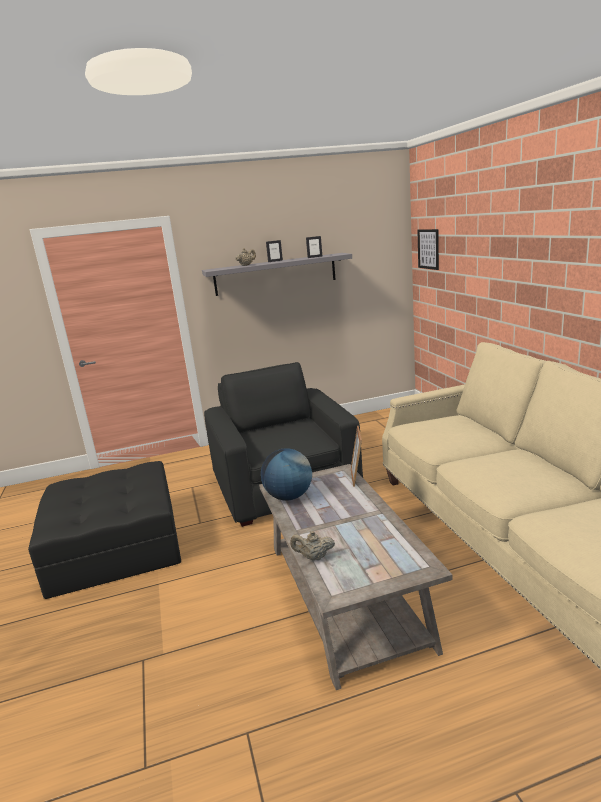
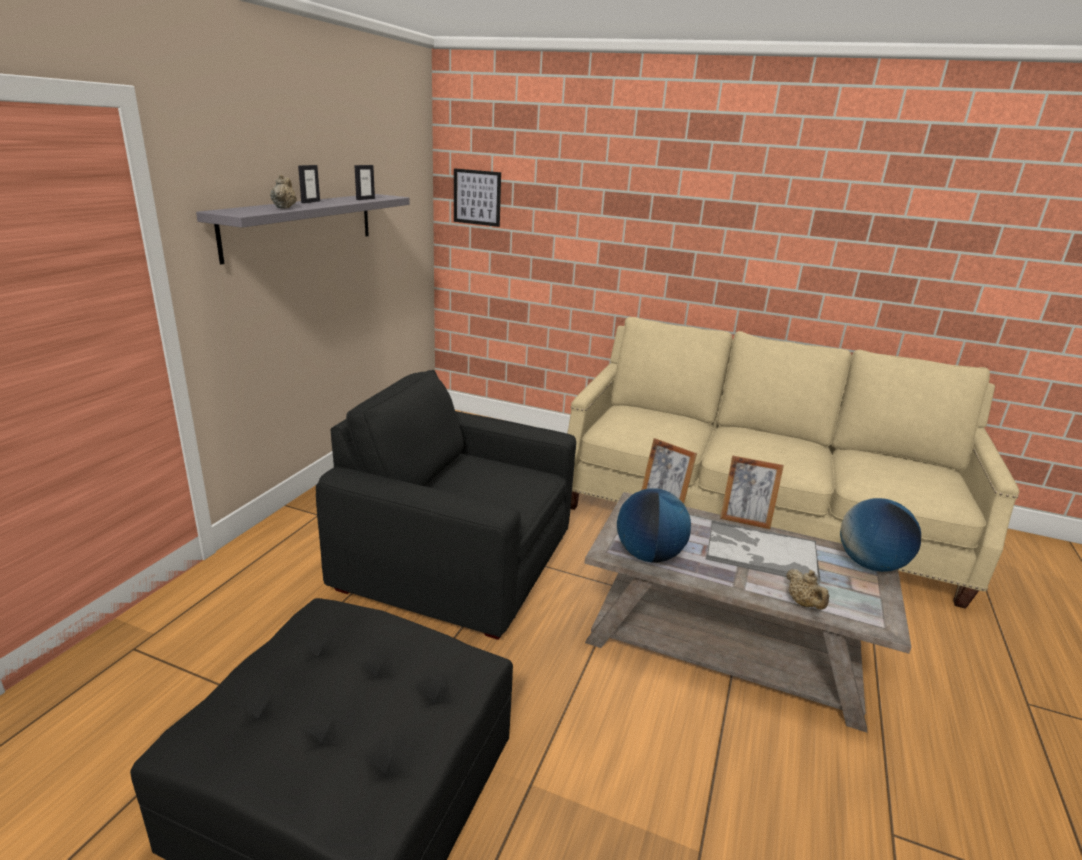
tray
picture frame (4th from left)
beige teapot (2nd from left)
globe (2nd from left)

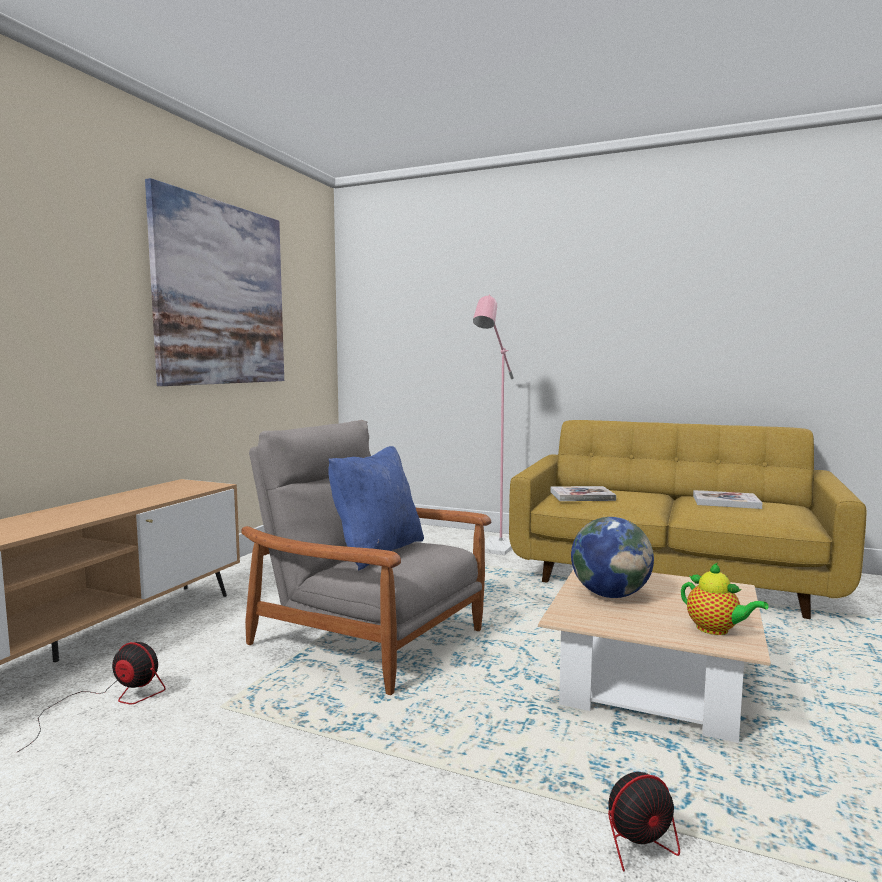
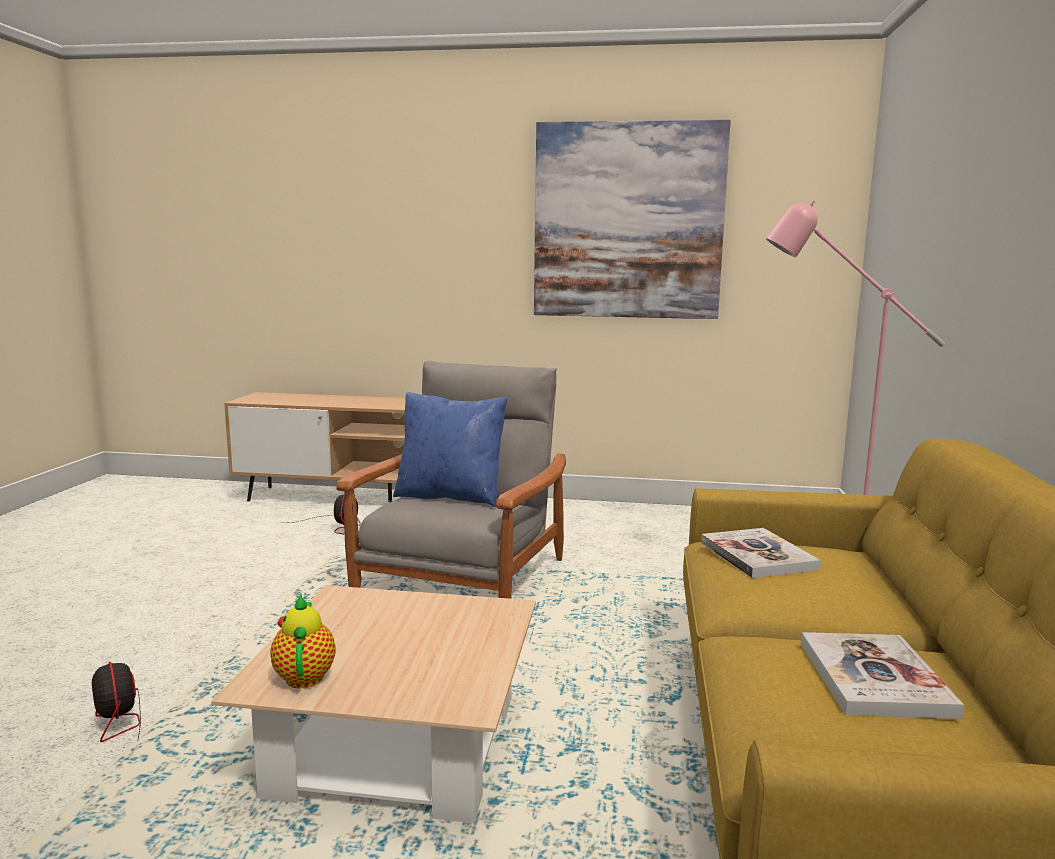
teapot
globe

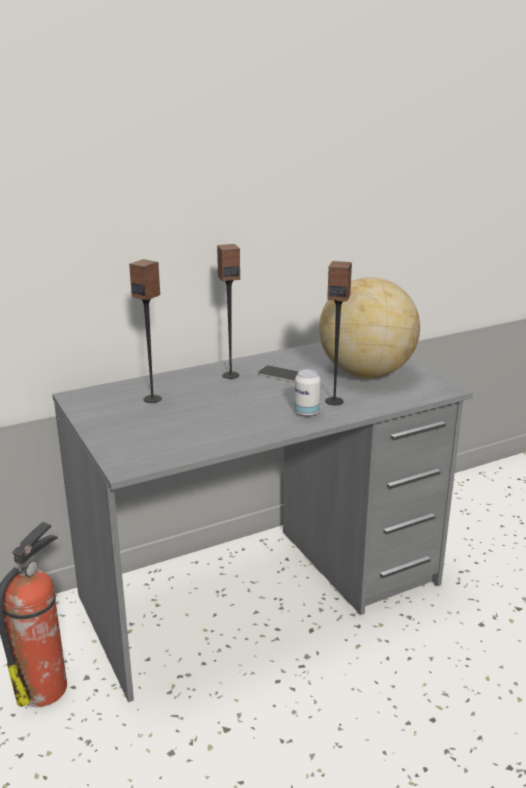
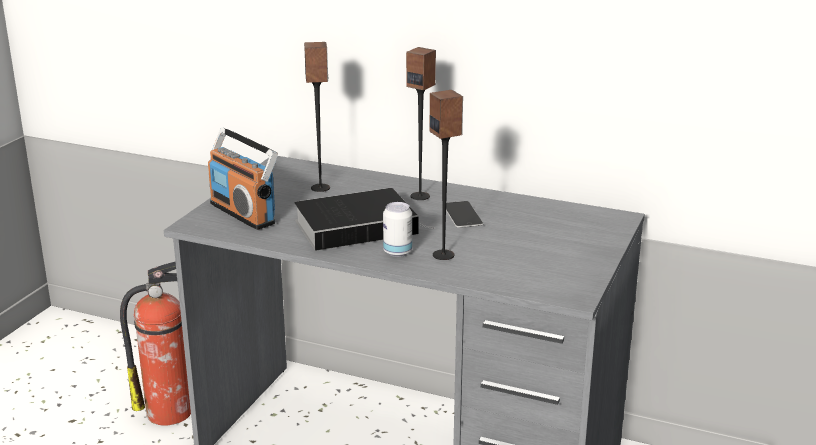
radio
book
globe

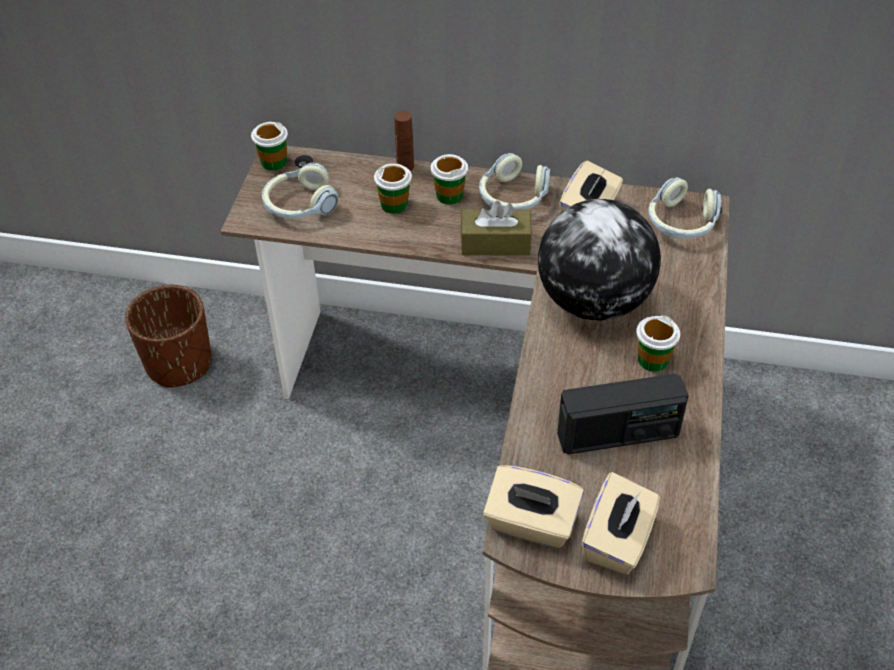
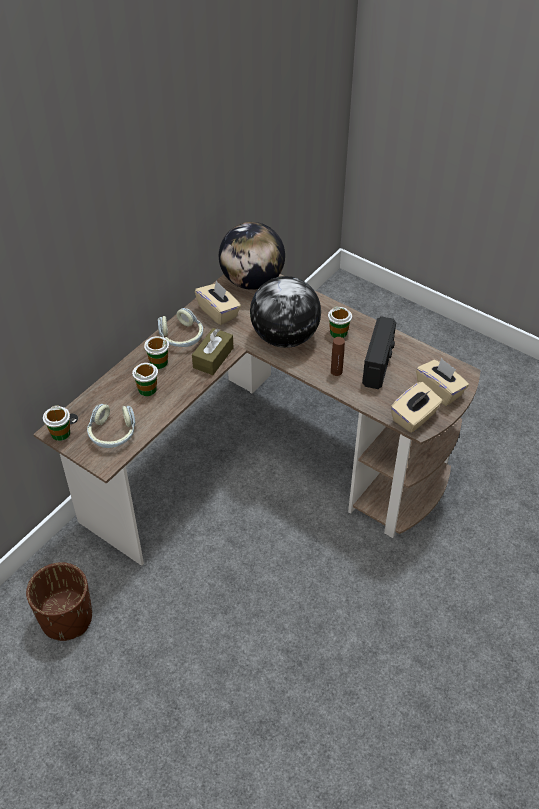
globe (1st from left)
brown bottle

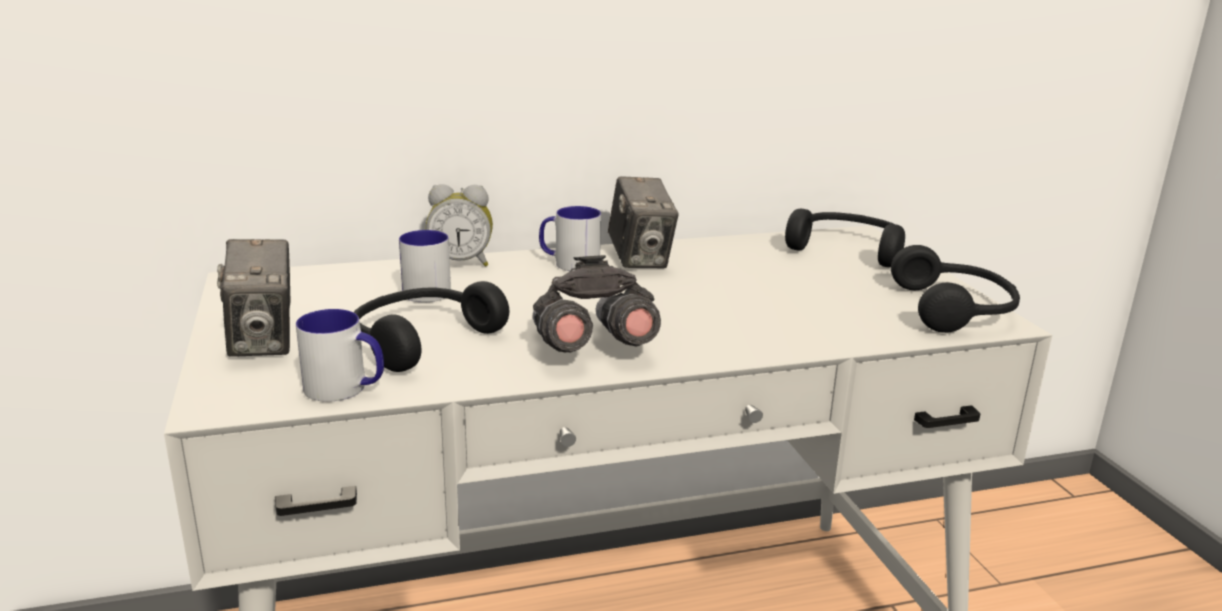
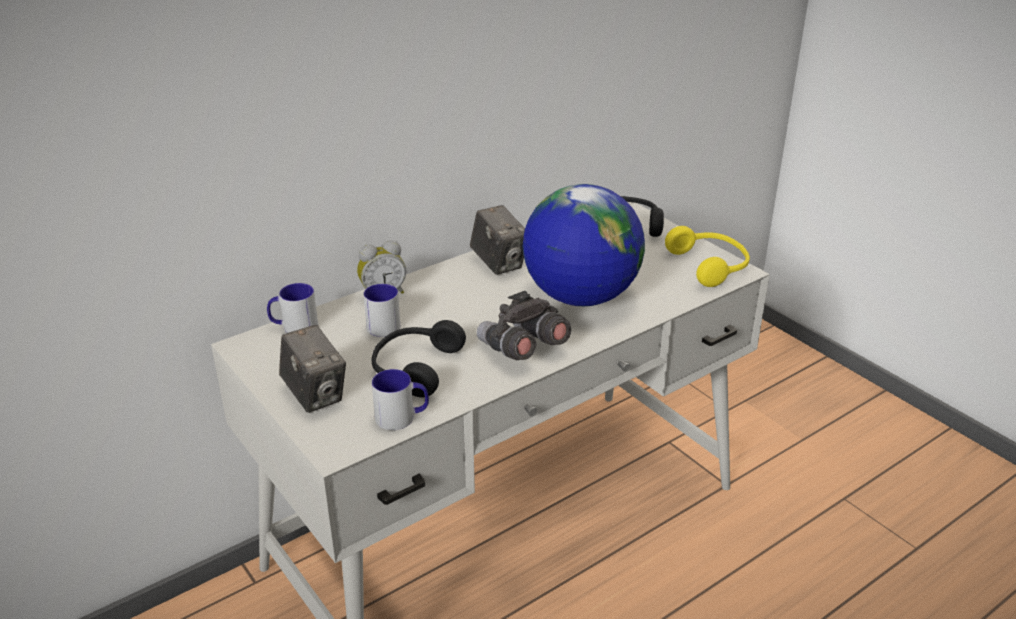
mug (1st from left)
globe
yellow headphones

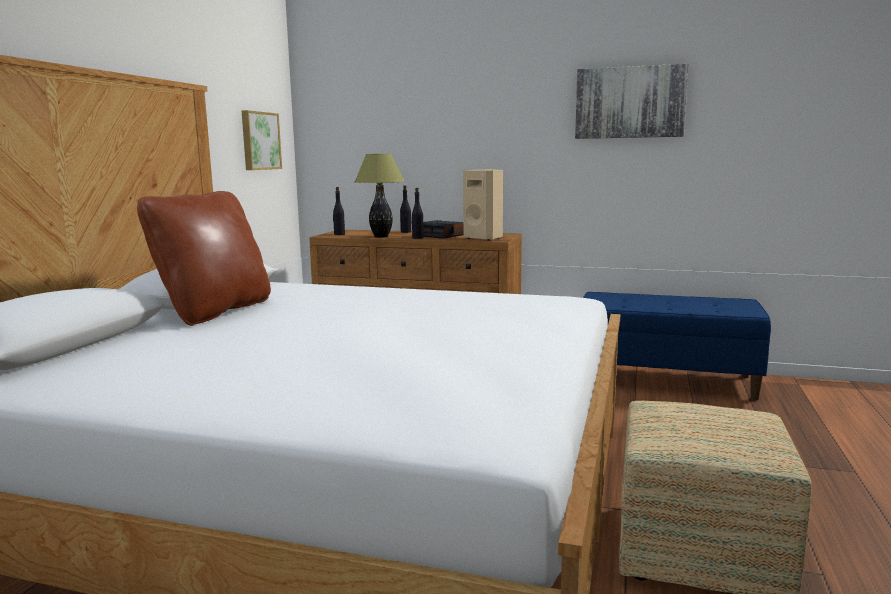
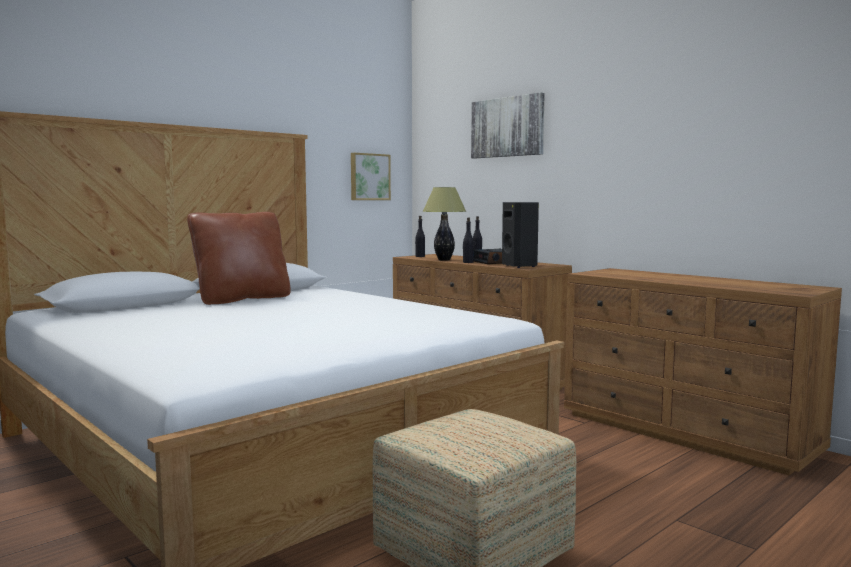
picture (2nd from left)
black speaker
brown dresser (2nd from left)

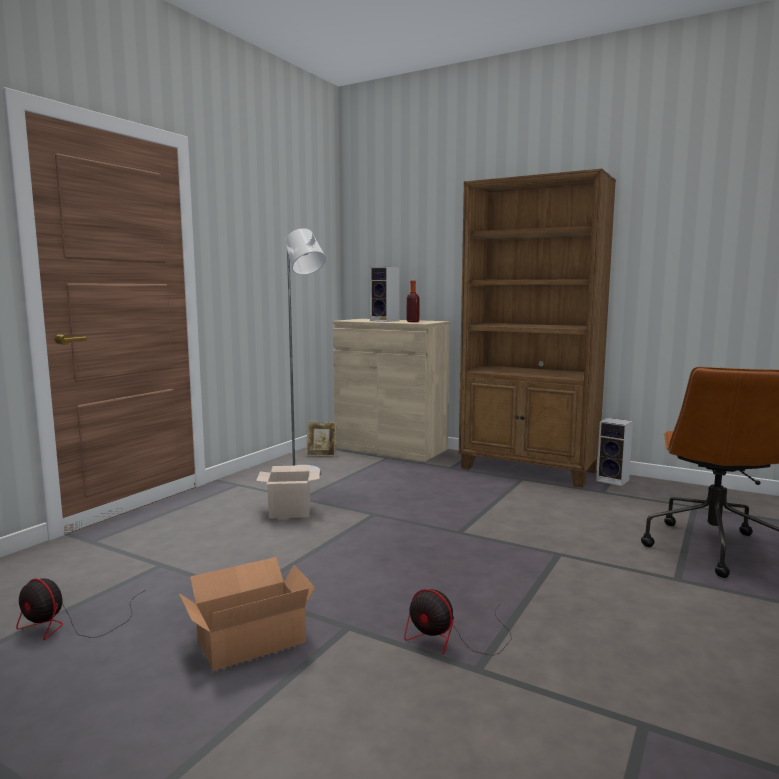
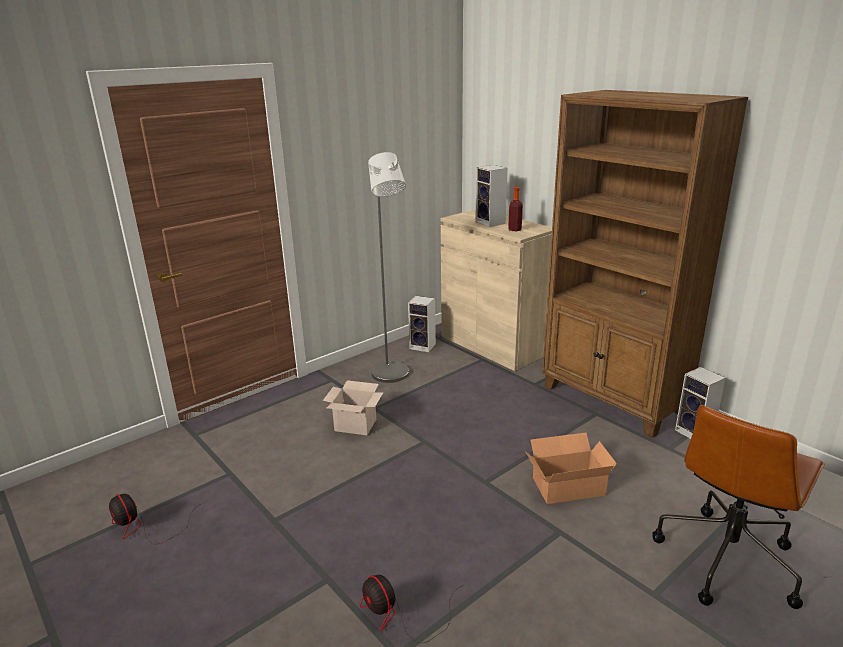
speaker (1st from left)
cardboard box (2nd from left)

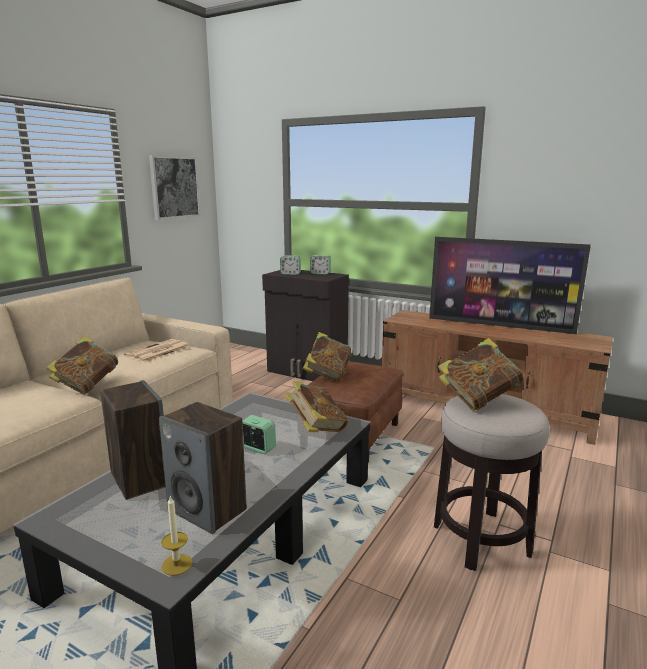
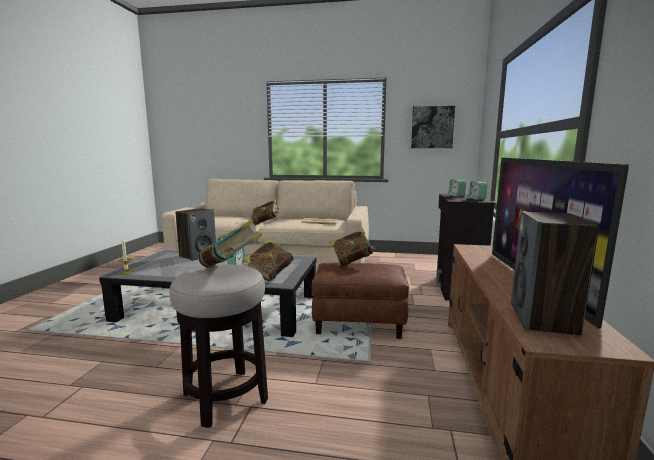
speaker (2nd from left)

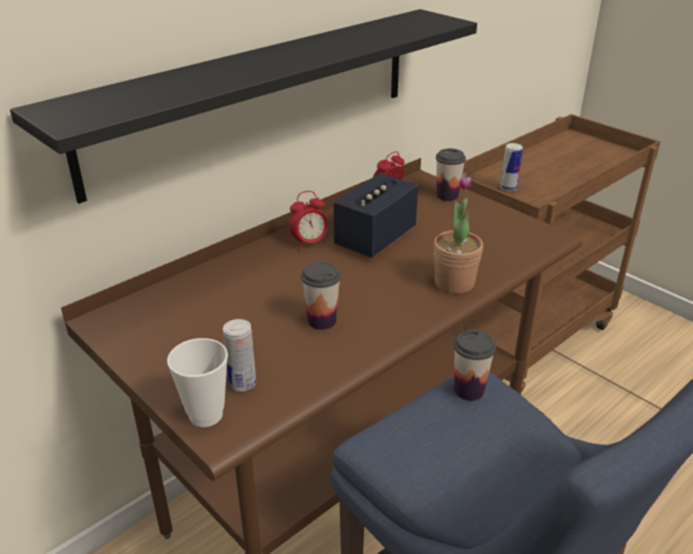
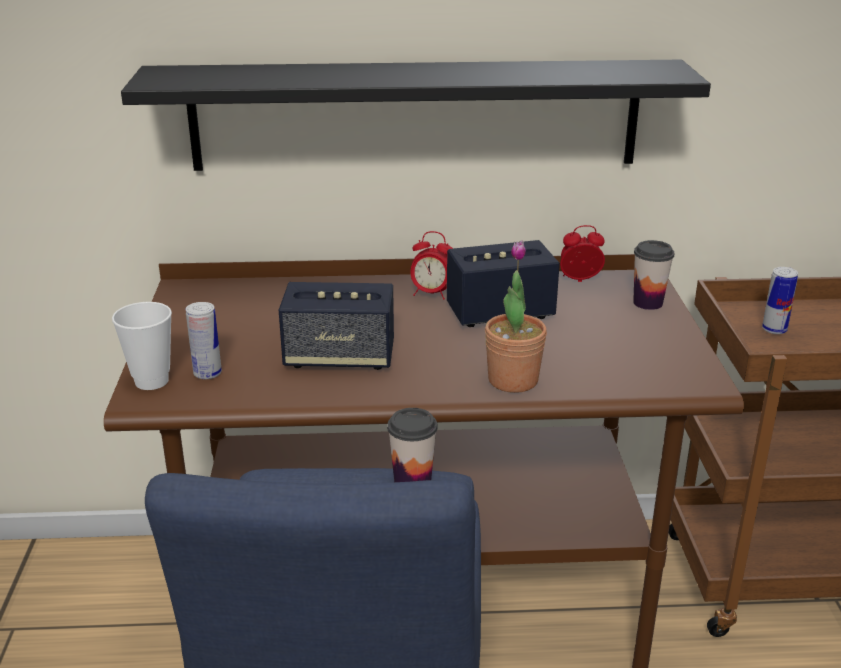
speaker (1st from left)

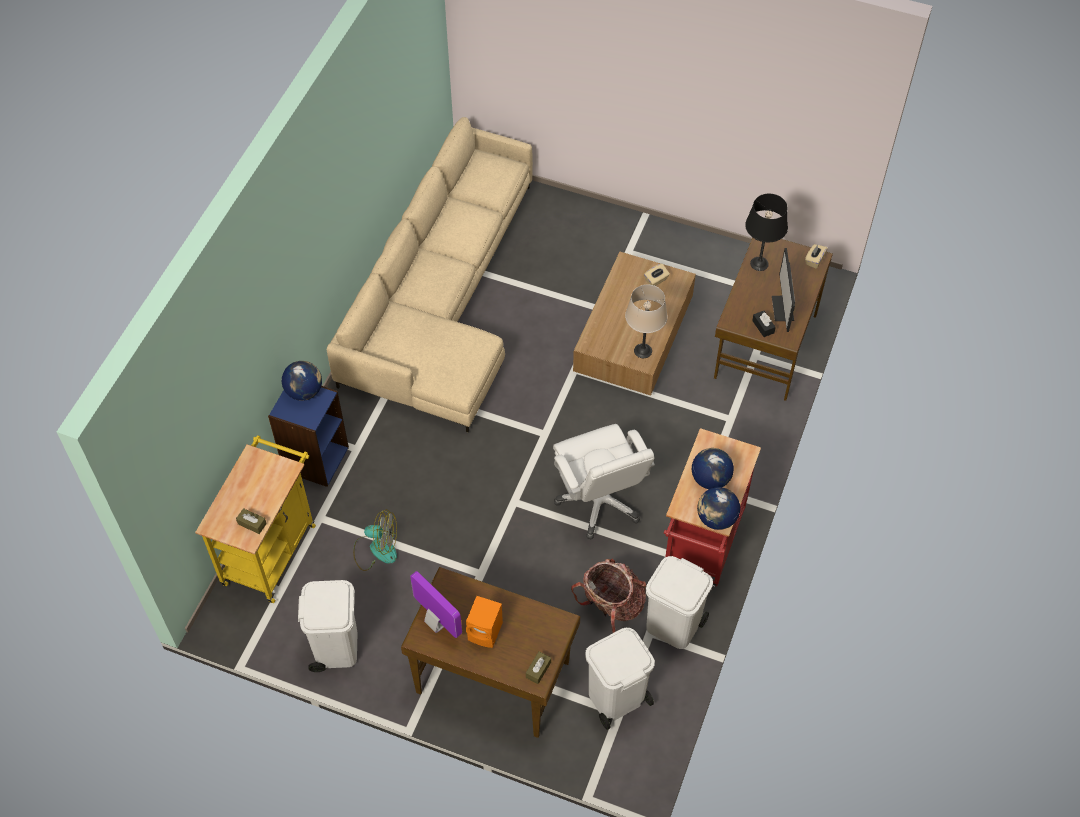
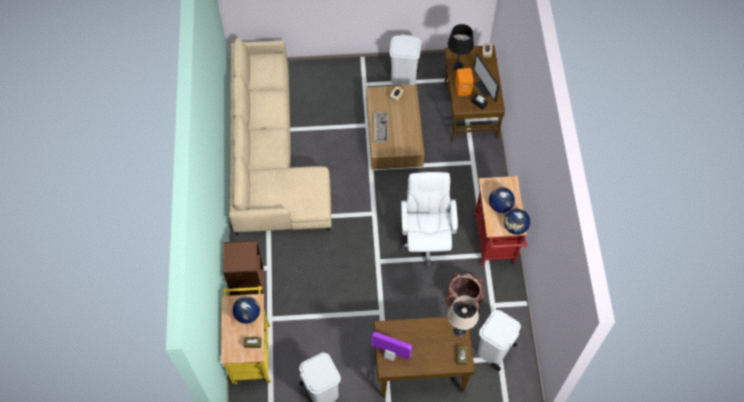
brown bookcase
globe (1st from left)
keyboard
white trash can (2nd from left)
white office chair
beige table lamp
orange speaker
fan

